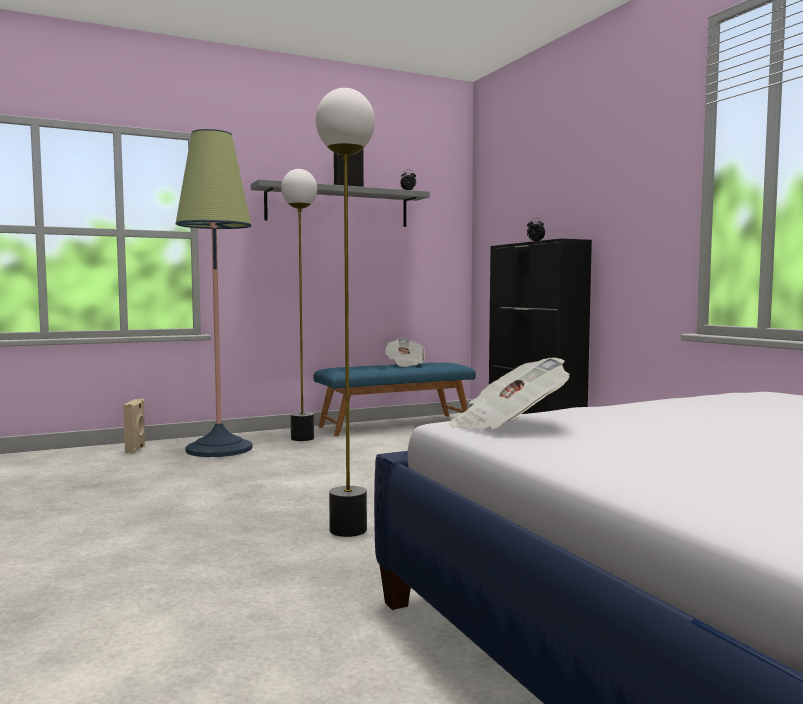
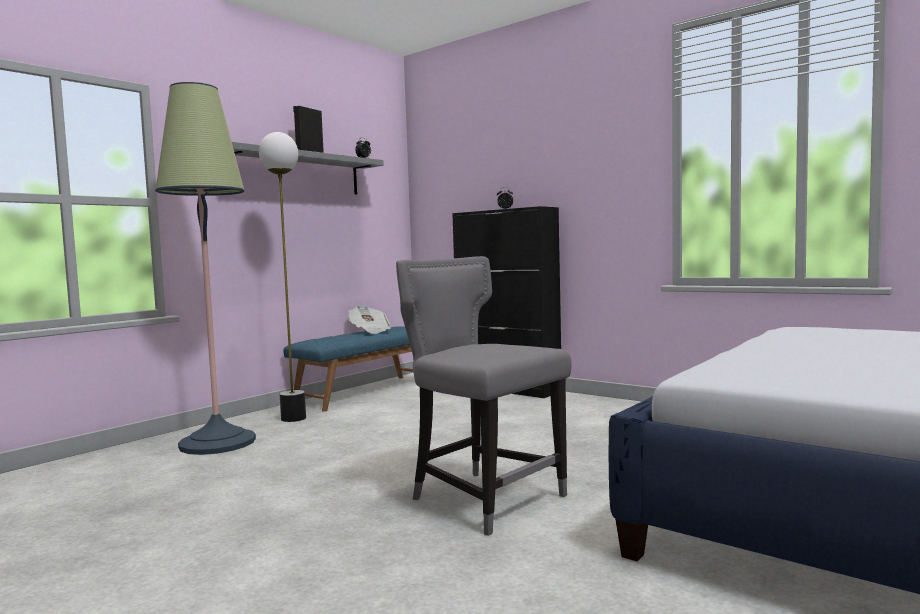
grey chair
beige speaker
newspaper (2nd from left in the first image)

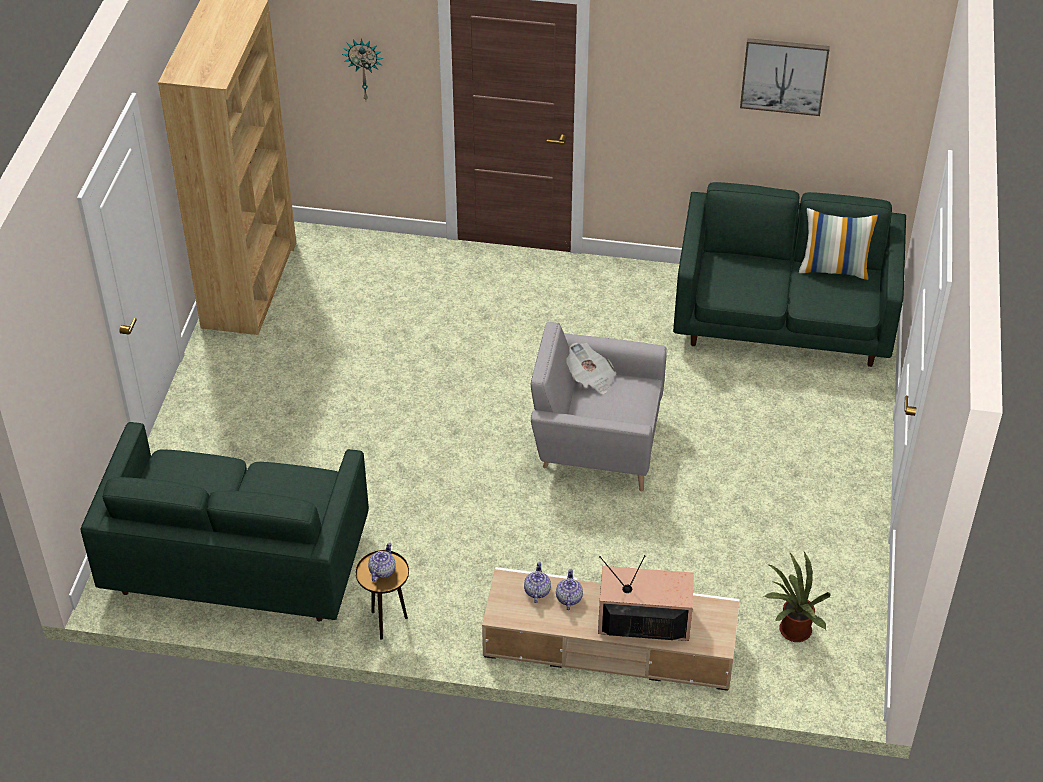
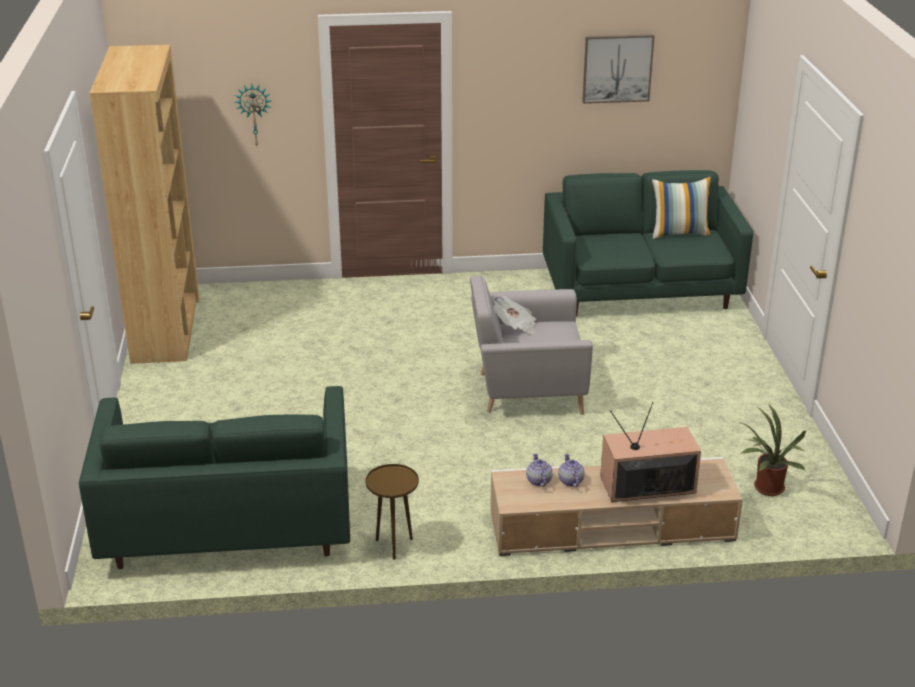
teapot (1st from left in the first image)

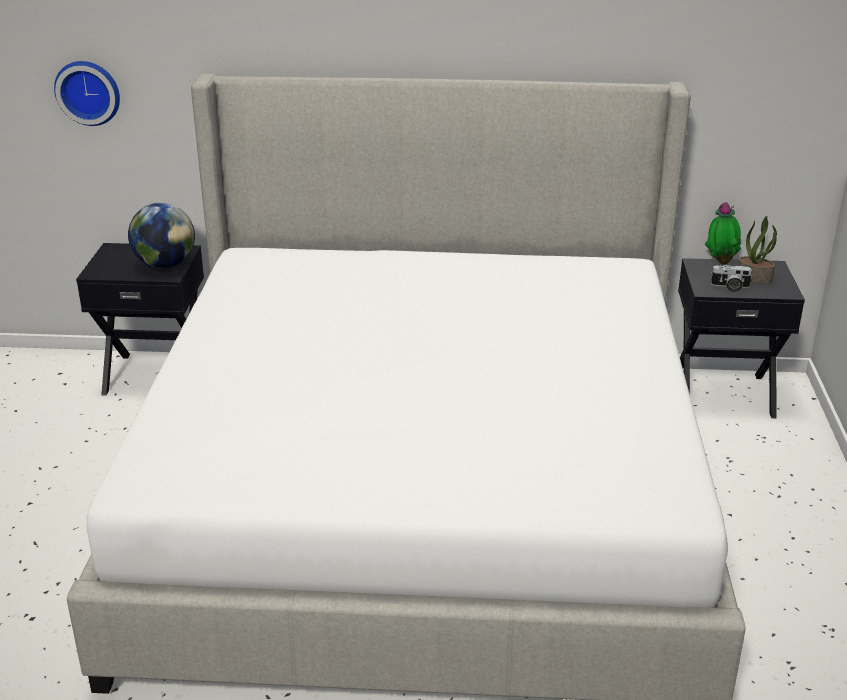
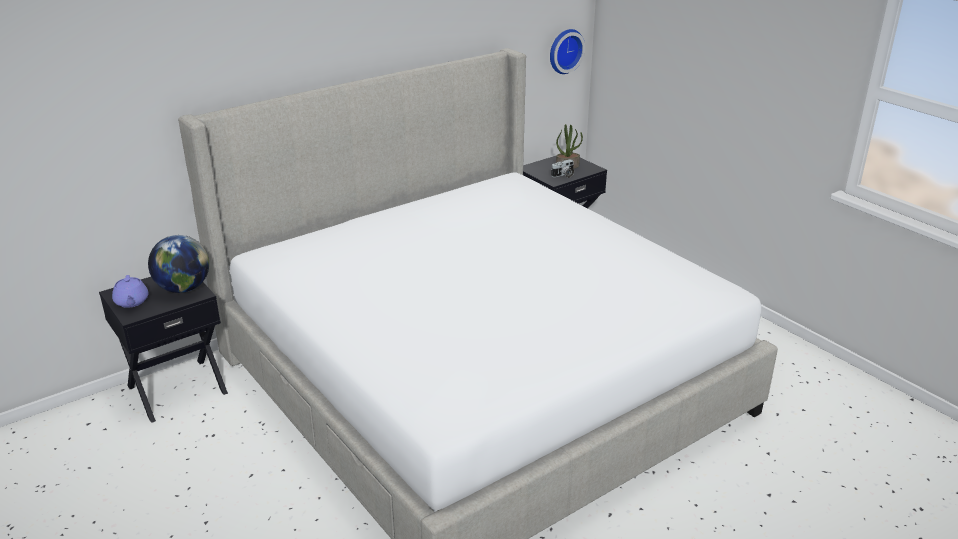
purple teapot
wall clock
potted plant (1st from left in the first image)

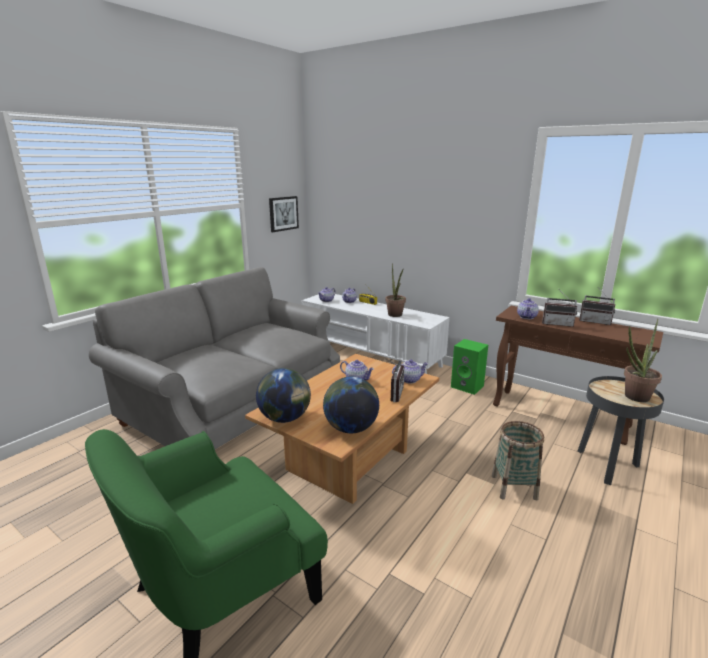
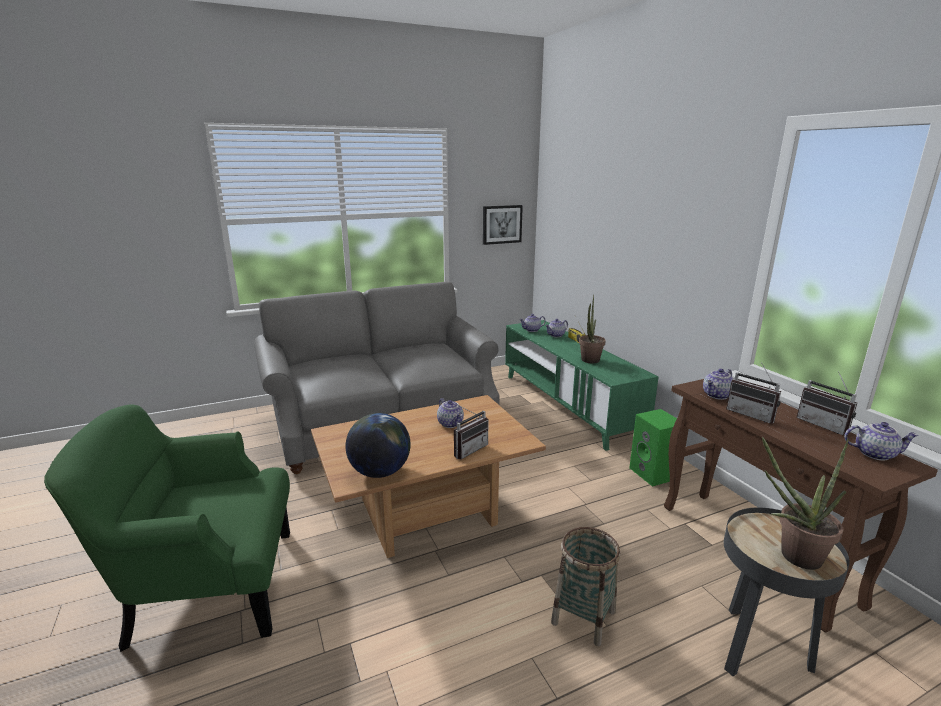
green tv stand
teapot (5th from left)
globe (1st from left in the first image)

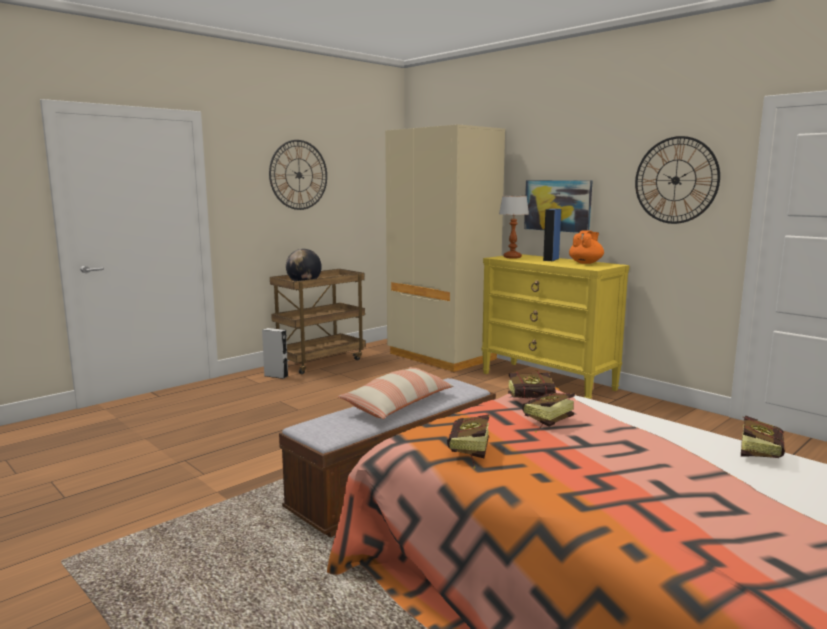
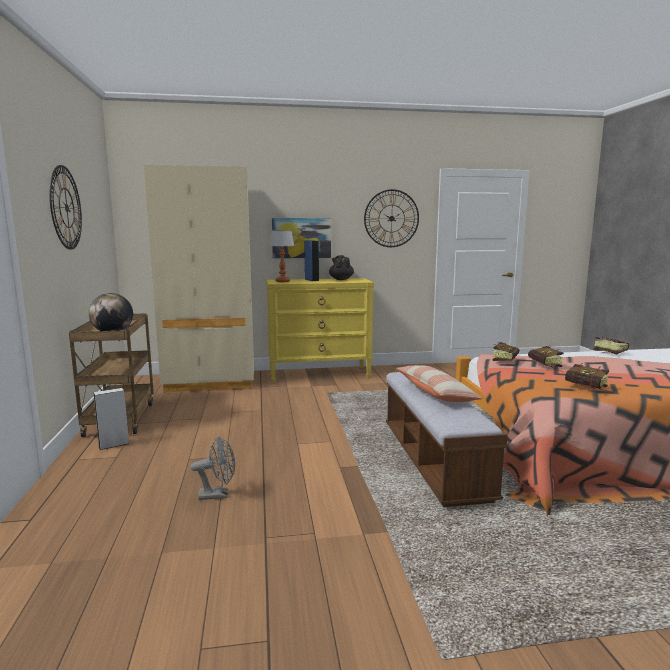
grey fan
black teapot

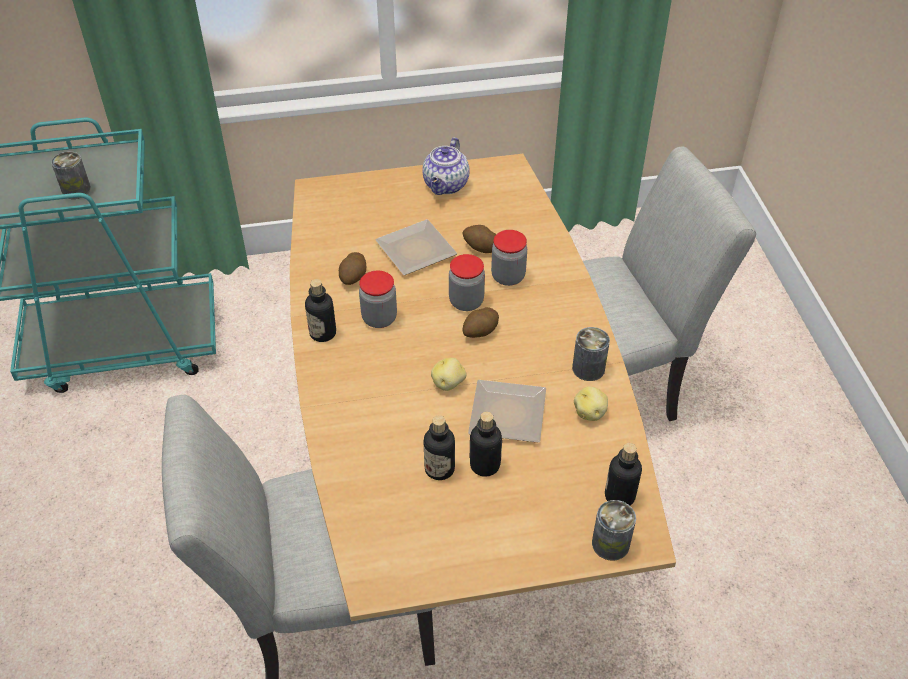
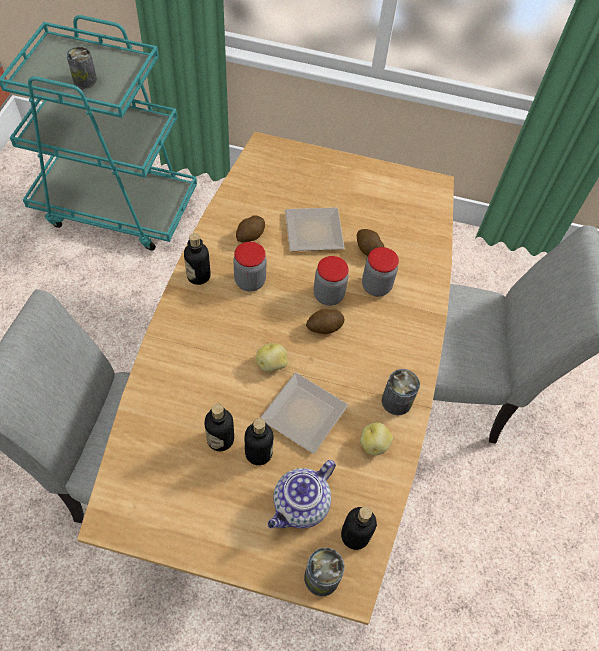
teapot

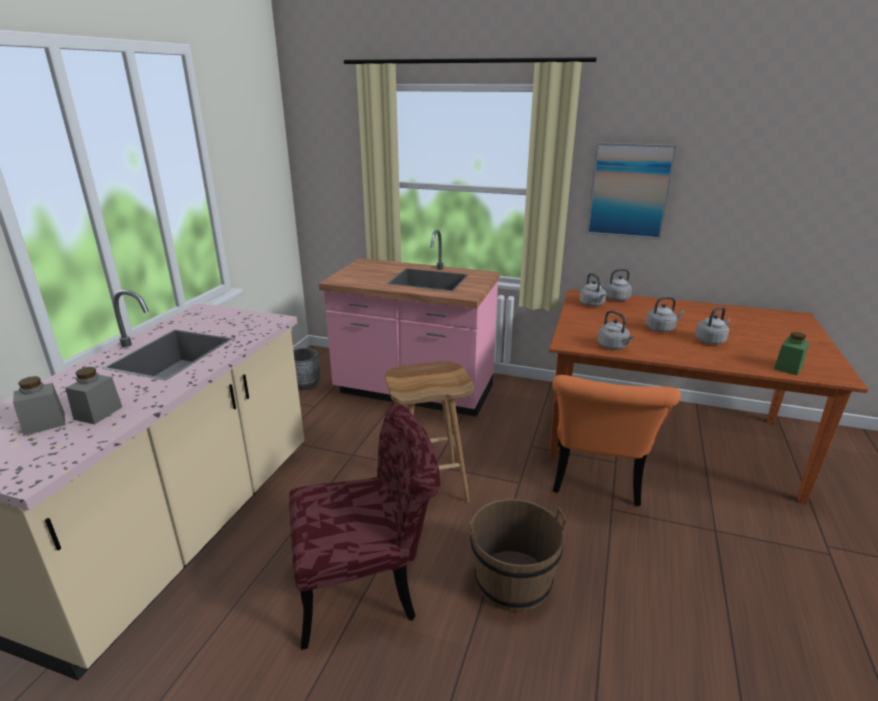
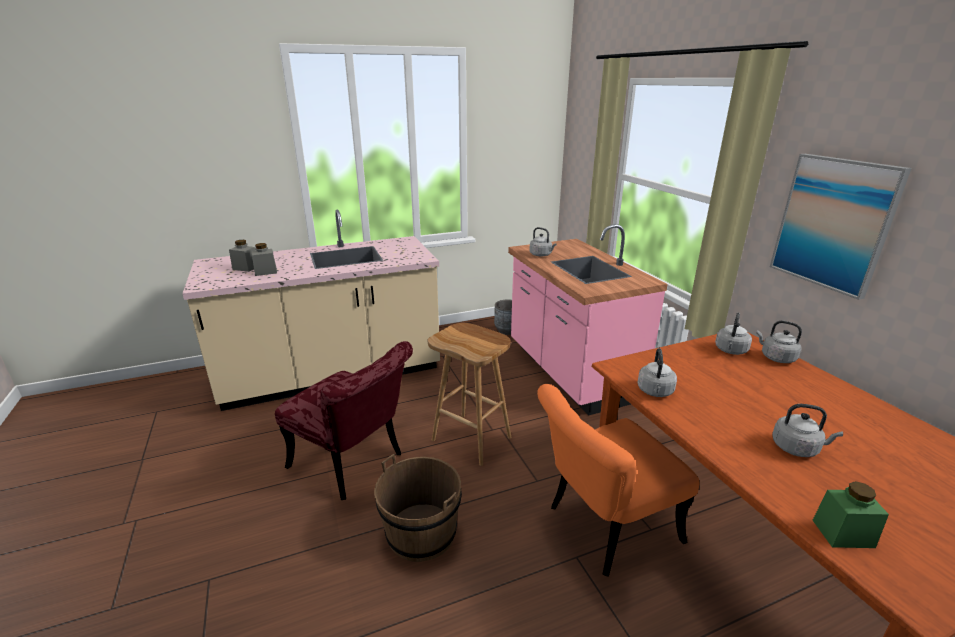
grey kettle (1st from left)

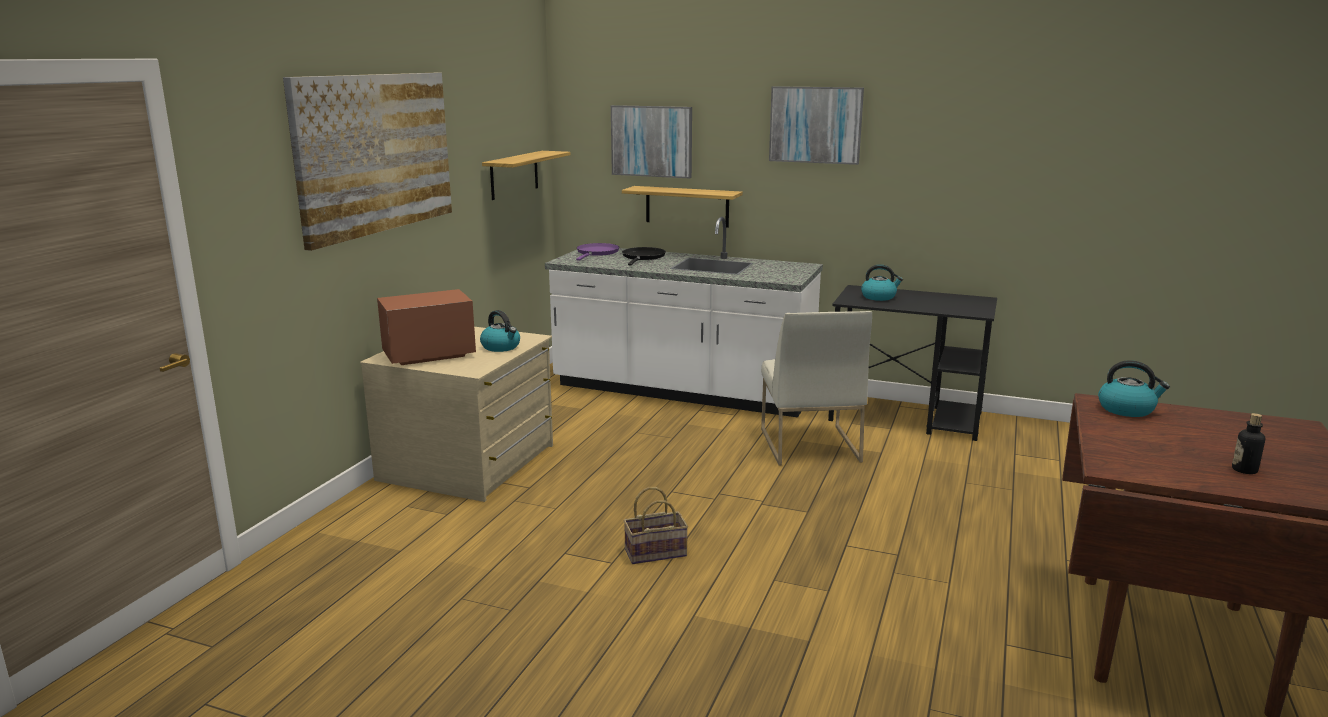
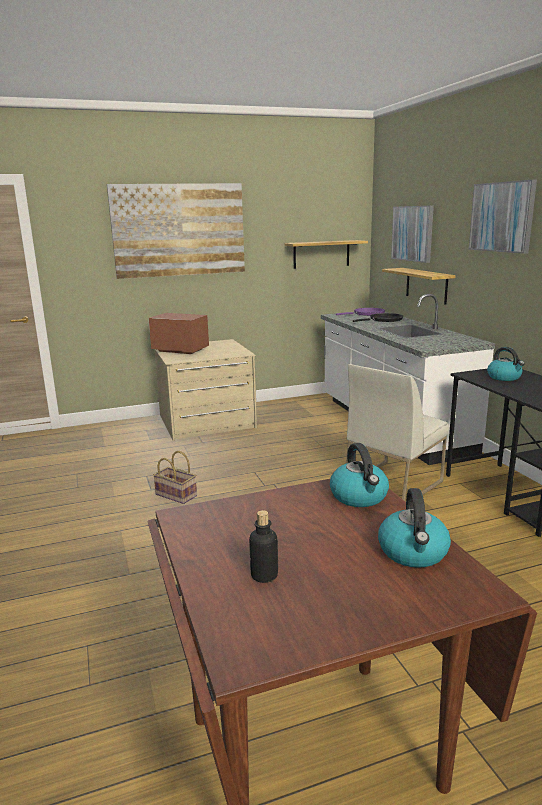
kettle (2nd from left)

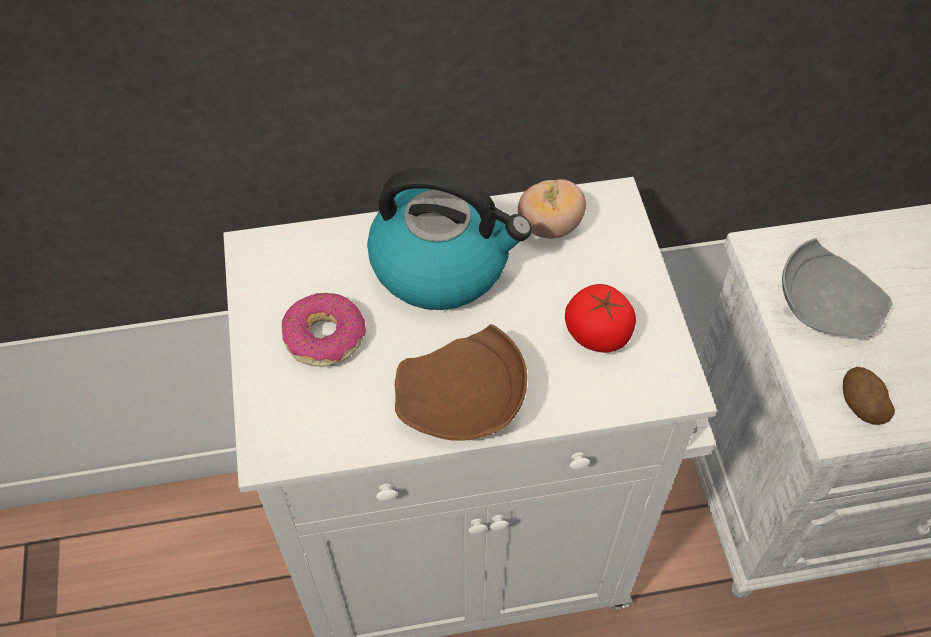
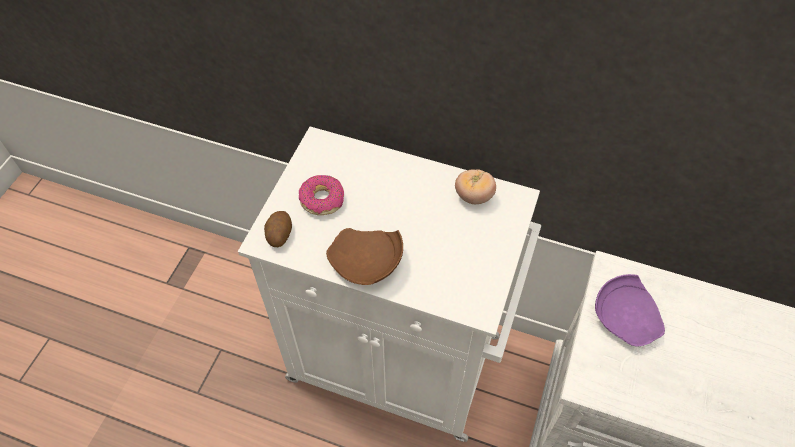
potato
purple plate
kettle
tomato (2nd from left in the first image)

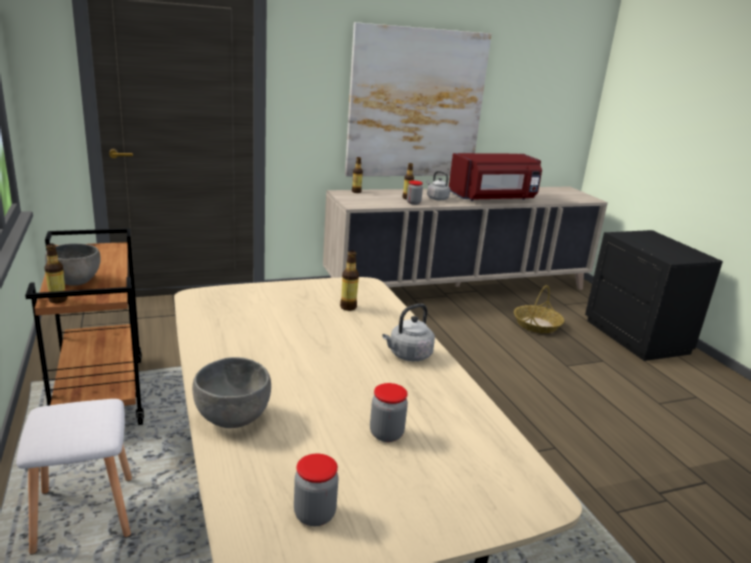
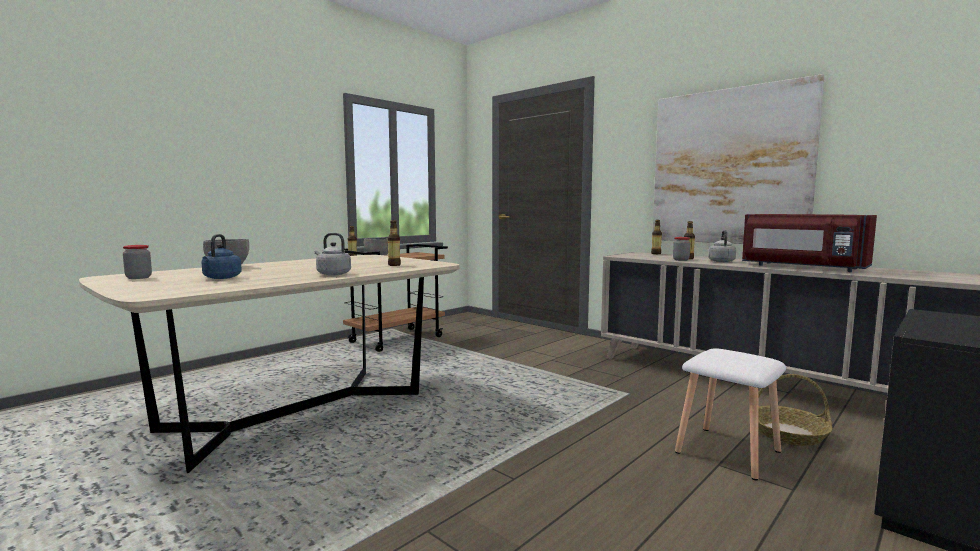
blue kettle
white stool

